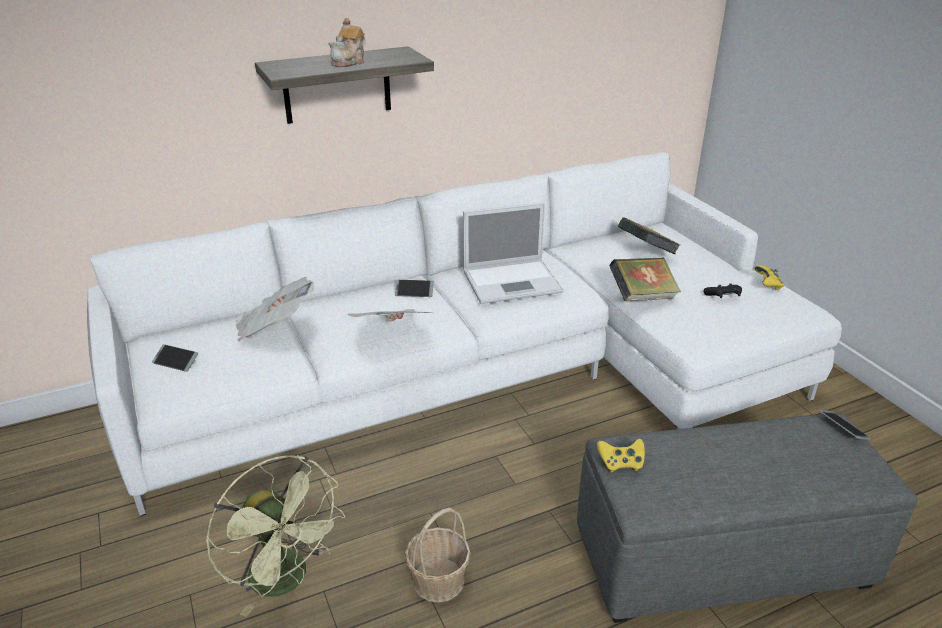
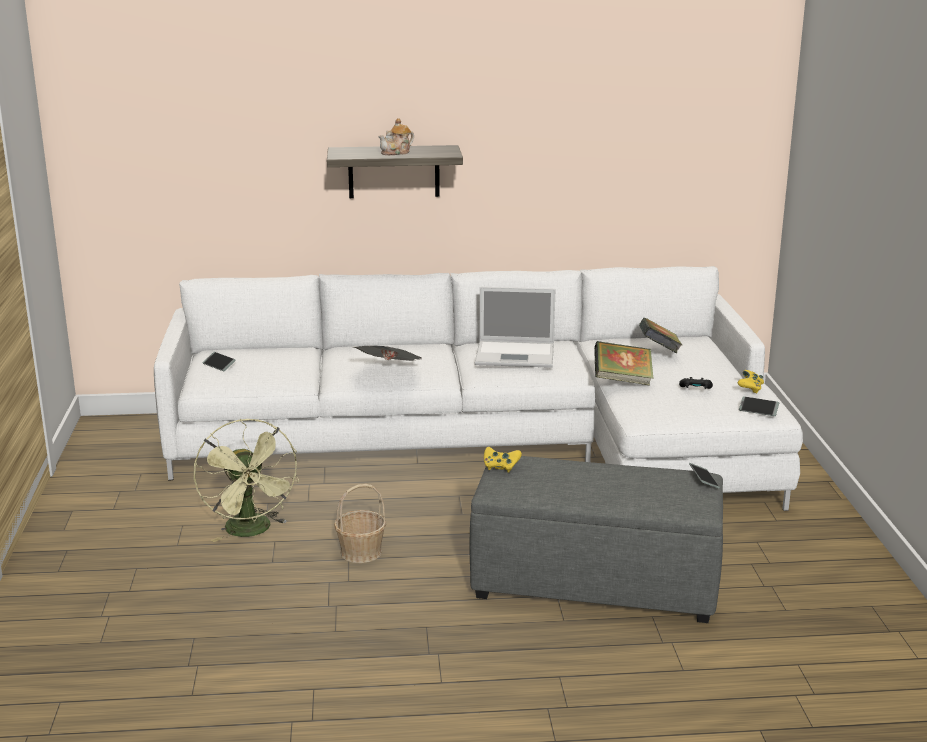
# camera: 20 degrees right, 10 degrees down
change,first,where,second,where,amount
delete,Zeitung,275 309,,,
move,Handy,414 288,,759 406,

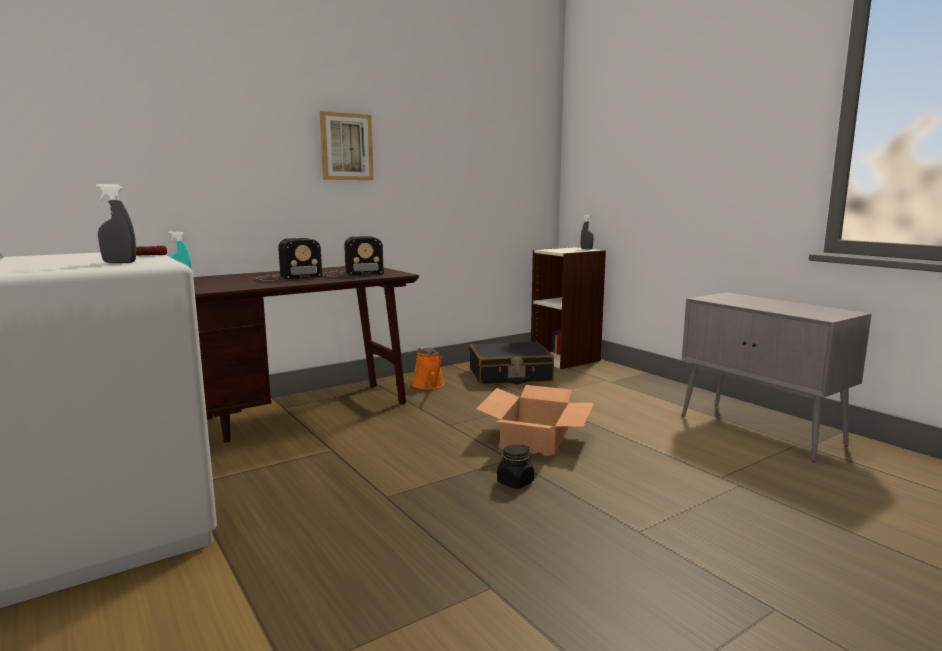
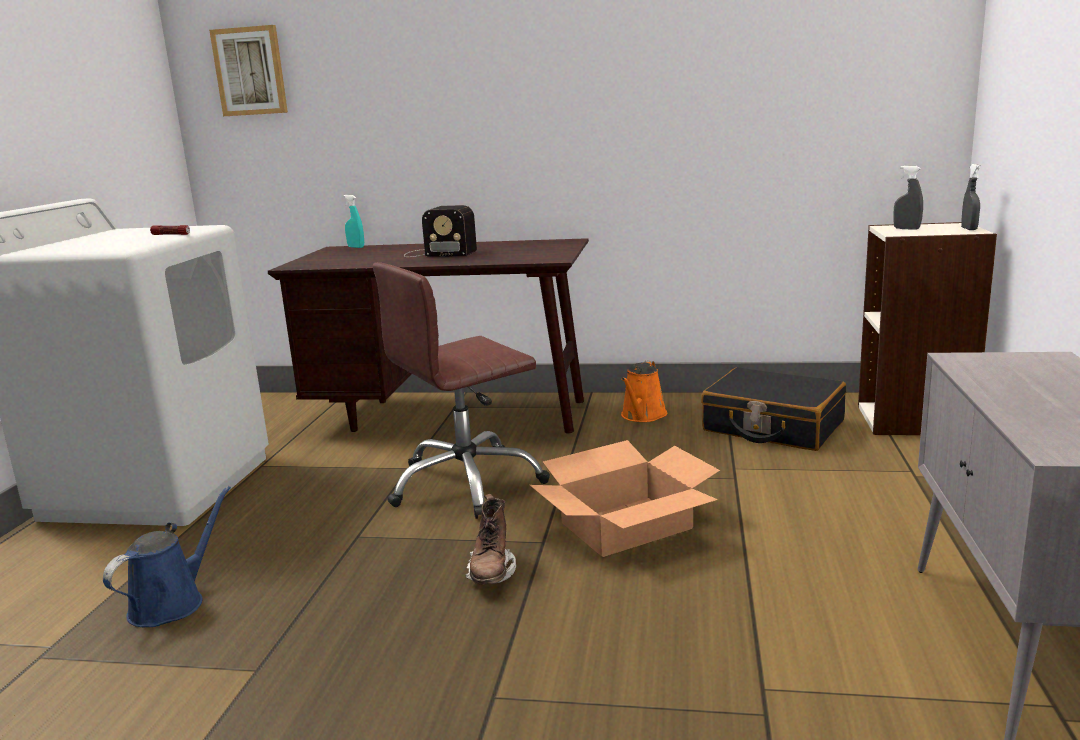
# camera: 45 degrees right, 5 degrees up
change,first,where,second,where,amount
move,Sprühflasche/grau,116 223,,908 197,
move,Bild,346 145,,248 70,
delete,Radio,353 256,,,
replace,Vorratsglas/schwarz,515 467,Stiefel/braun,490 539,
insert,,,Gießkanne/blau,167 556,
insert,,,Bürostuhl/braun,461 390,

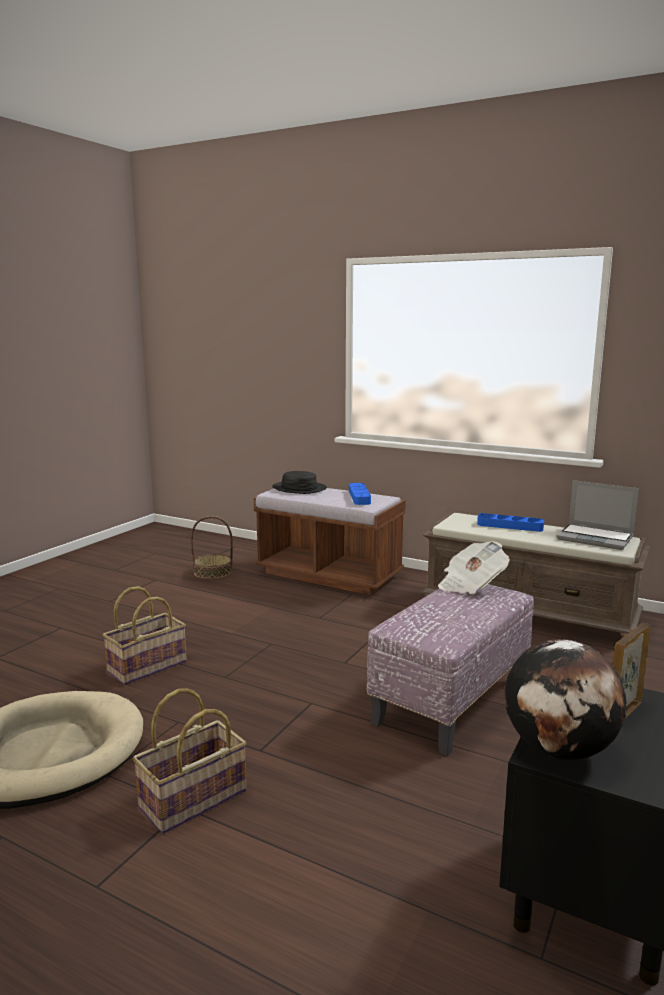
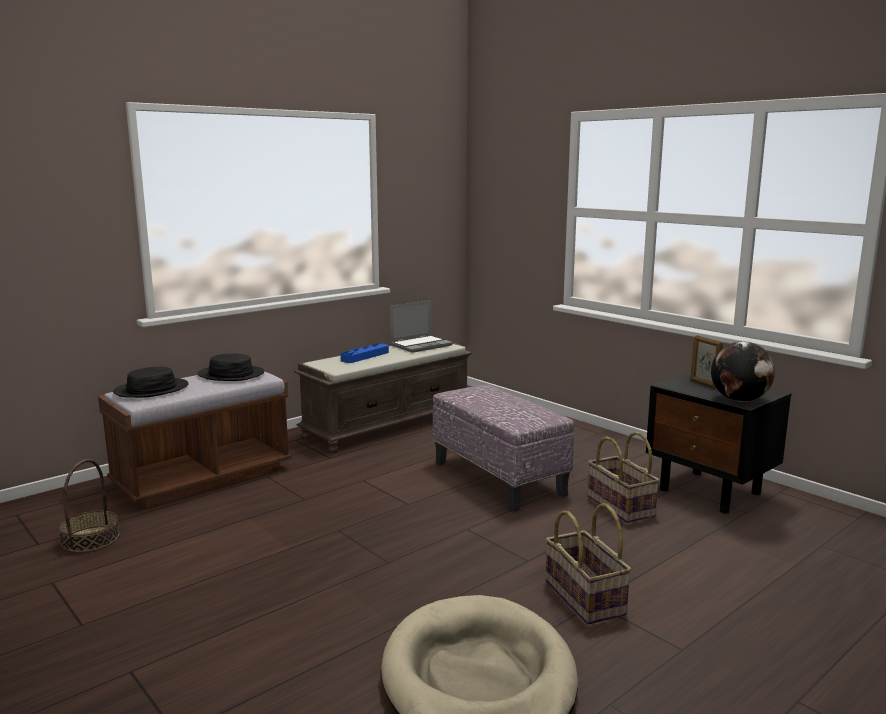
# camera: 70 degrees left, 0 degrees up
change,first,where,second,where,amount
move,Korb,145 635,,624 477,
replace,Tablett/blau,360 494,Hut/schwarz,231 367,
delete,Zeitung,473 567,,,

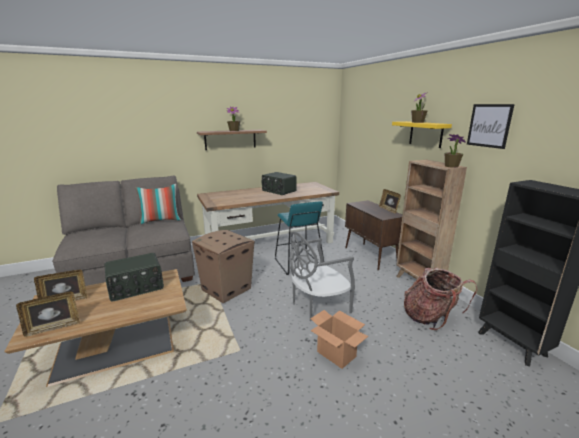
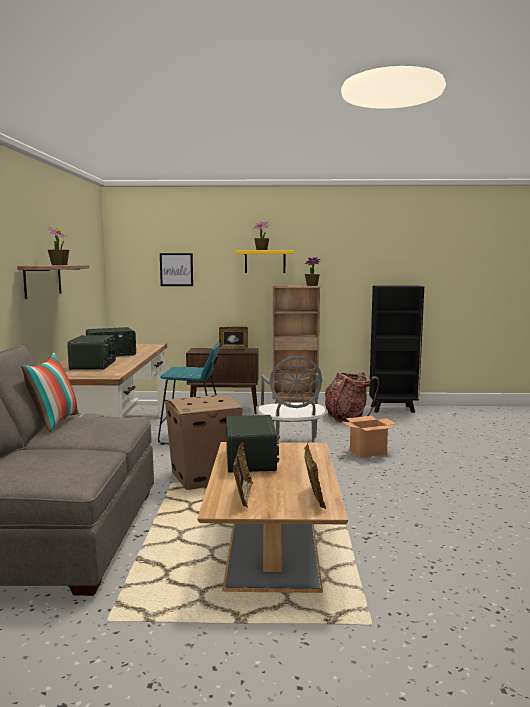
# camera: 65 degrees left, 10 degrees down
change,first,where,second,where,amount
move,Bild,491 126,,176 269,
insert,,,Radio,92 352,

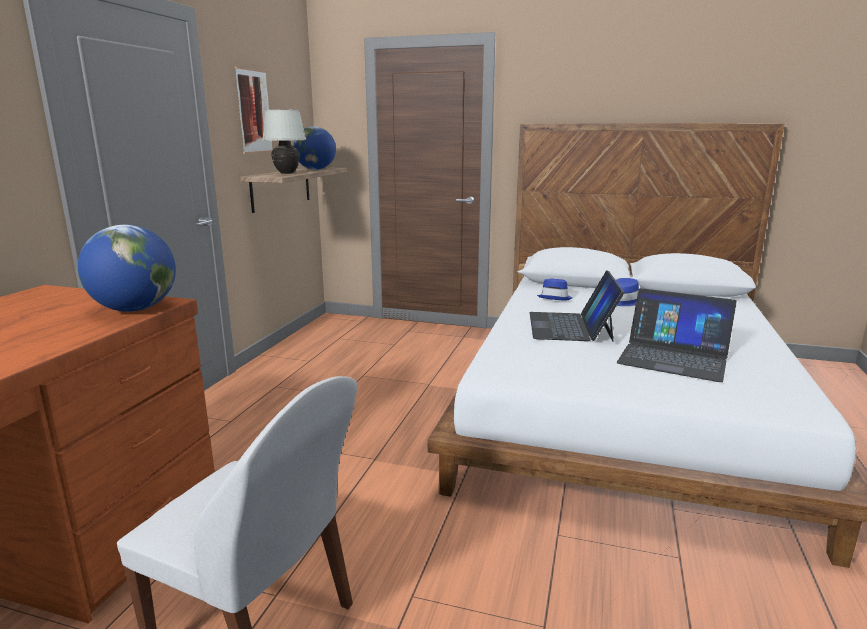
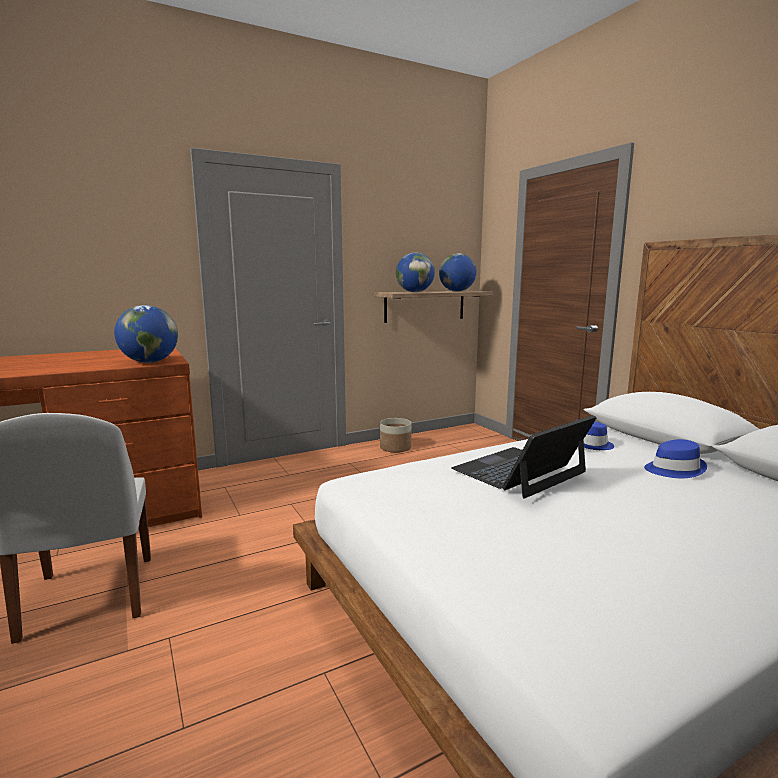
# camera: 45 degrees right, 5 degrees down
change,first,where,second,where,amount
delete,Bild,253 110,,,
replace,Tischlampe/weiß,284 141,Globus,415 272,
delete,Laptop,676 335,,,
insert,,,Pflanzkübel,396 435,

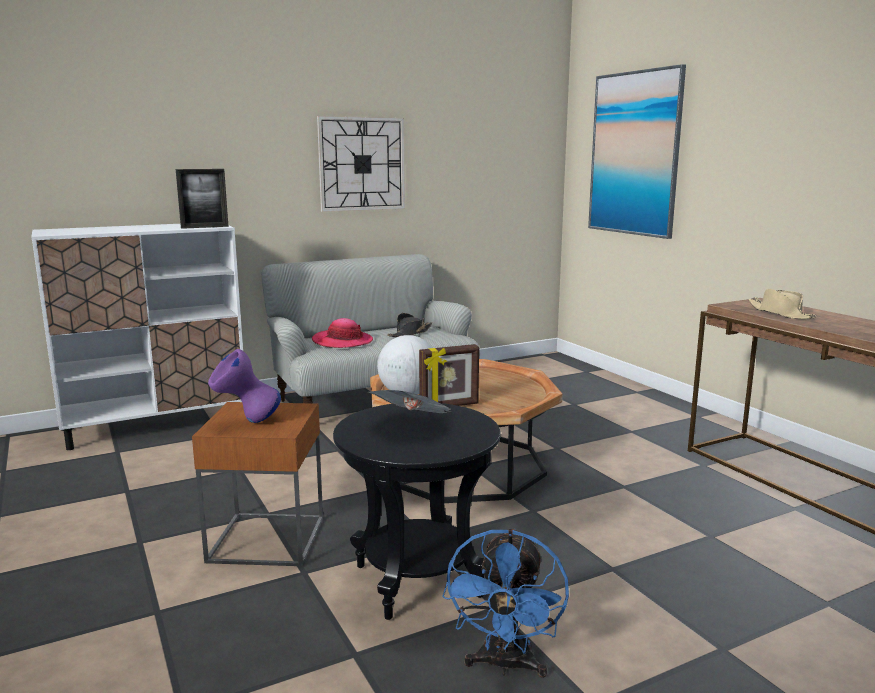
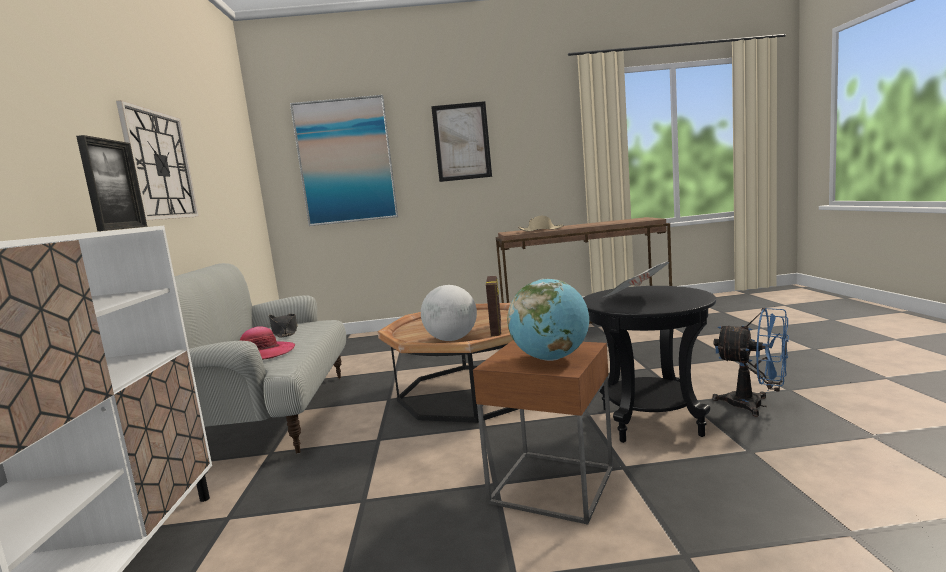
# camera: 65 degrees left, 5 degrees down
change,first,where,second,where,amount
replace,Vase/lila,244 386,Globus,548 320,
insert,,,Bild,461 141,

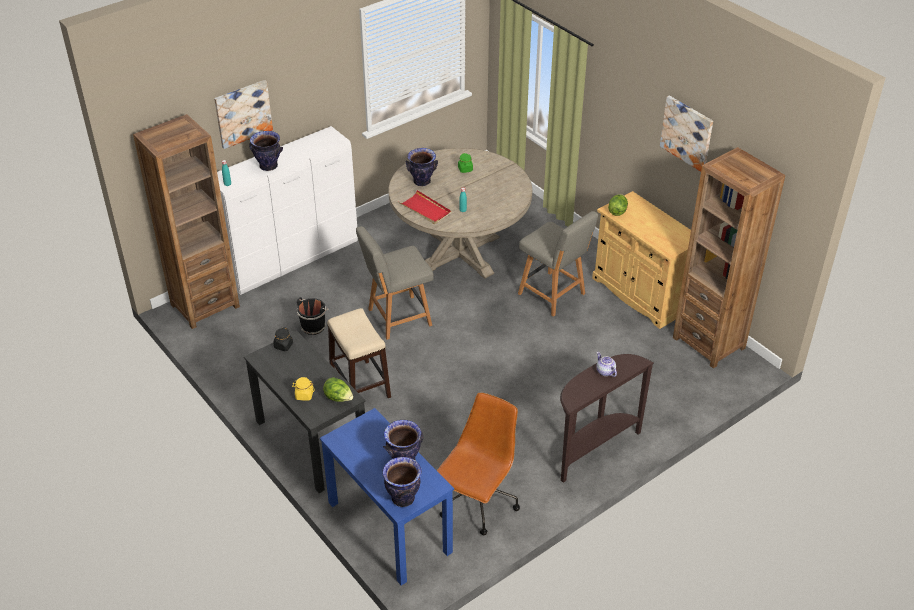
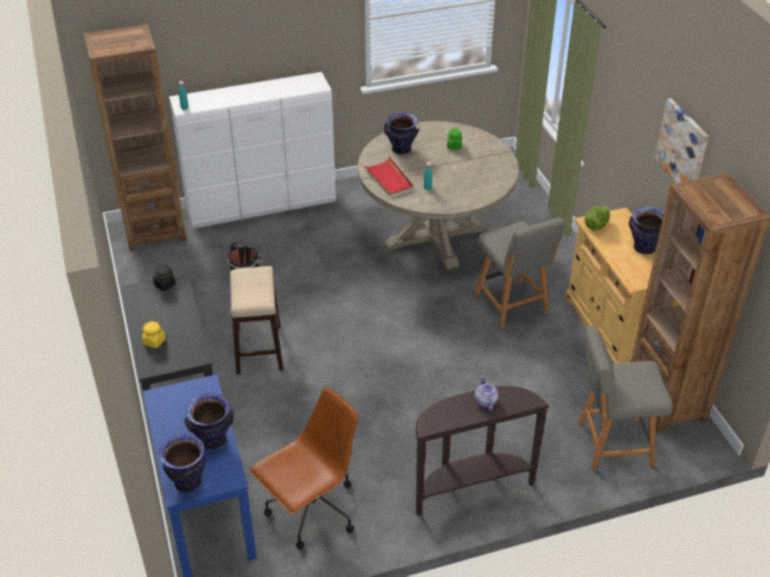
# camera: 20 degrees right, 0 degrees up
change,first,where,second,where,amount
delete,Bild,243 114,,,
move,Vase,266 151,,646 230,
delete,Salatkopf,338 389,,,
move,Stuhl/grau,395 283,,625 398,

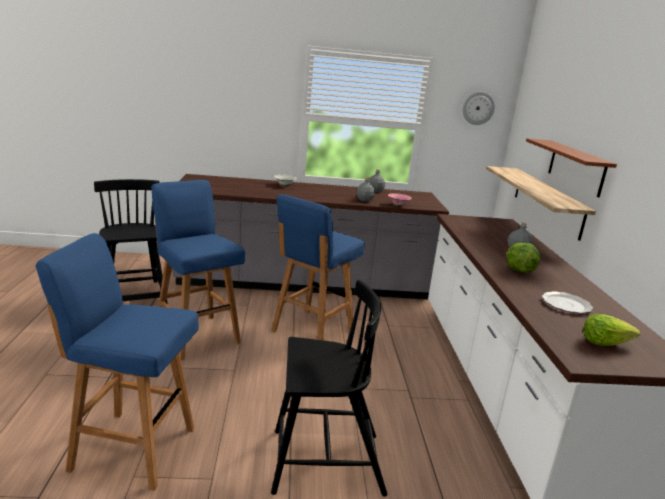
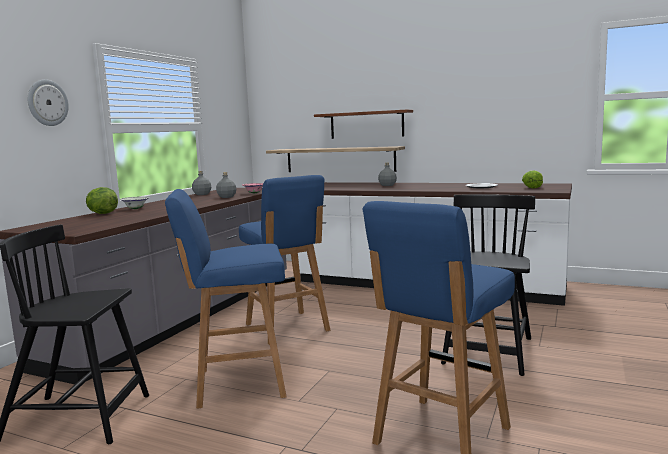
# camera: 60 degrees left, 10 degrees down
change,first,where,second,where,amount
move,Wanduhr,479 108,,48 102,
move,Salatkopf,523 257,,102 200,

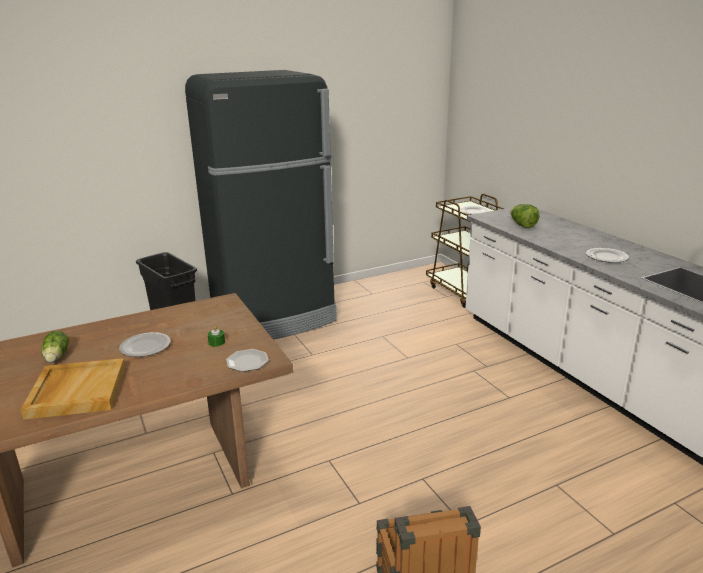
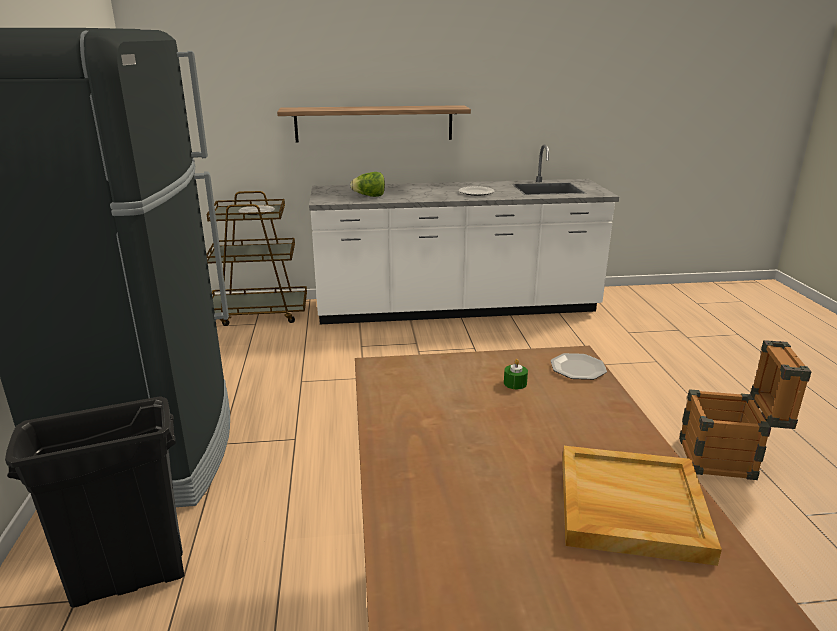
# camera: 70 degrees left, 0 degrees up
change,first,where,second,where,amount
delete,Salatkopf,55 346,,,
delete,Teller,145 344,,,
insert,,,Wandregal,374 124,

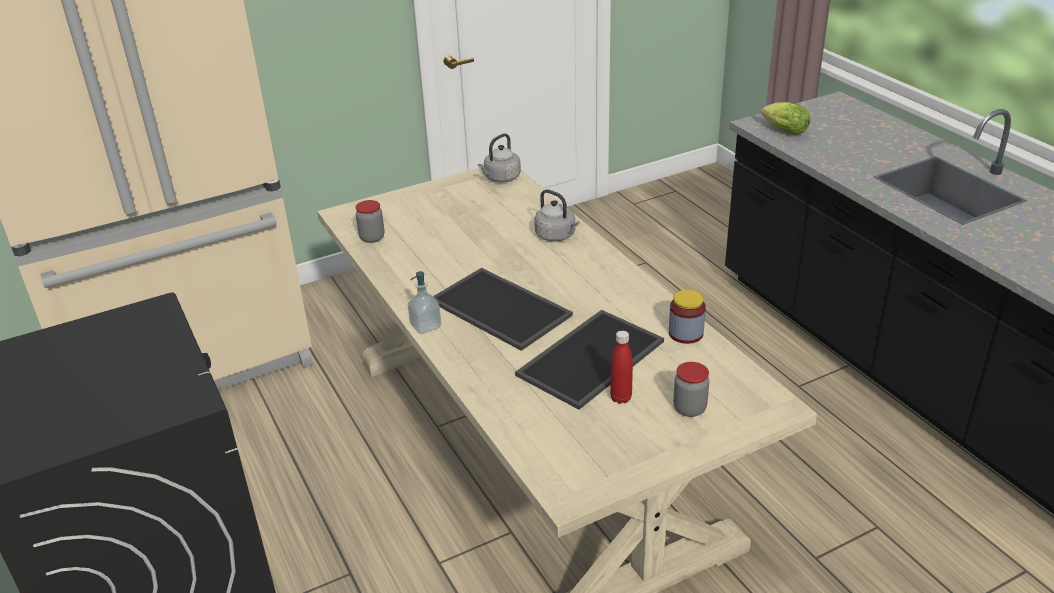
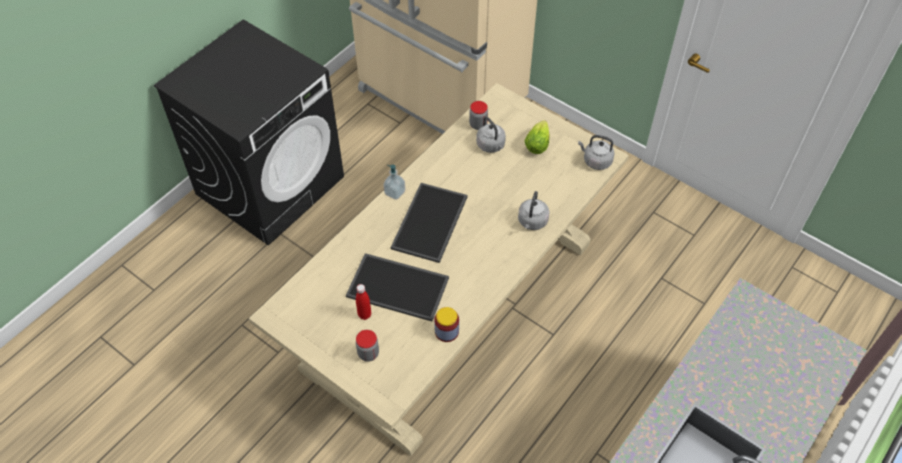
# camera: 65 degrees right, 20 degrees up
change,first,where,second,where,amount
move,Salatkopf,785 118,,537 137,
insert,,,Wasserkessel/grau,491 135,

